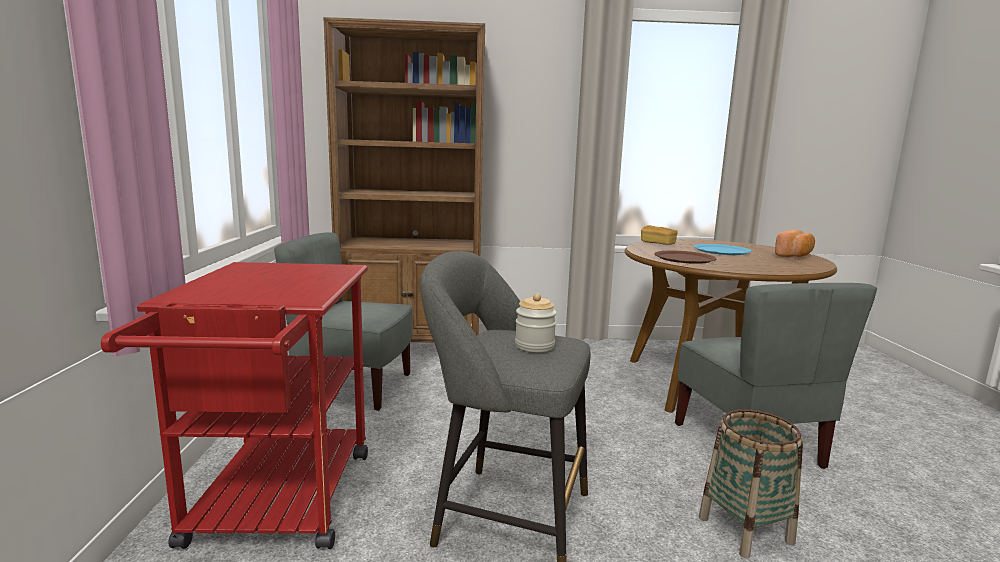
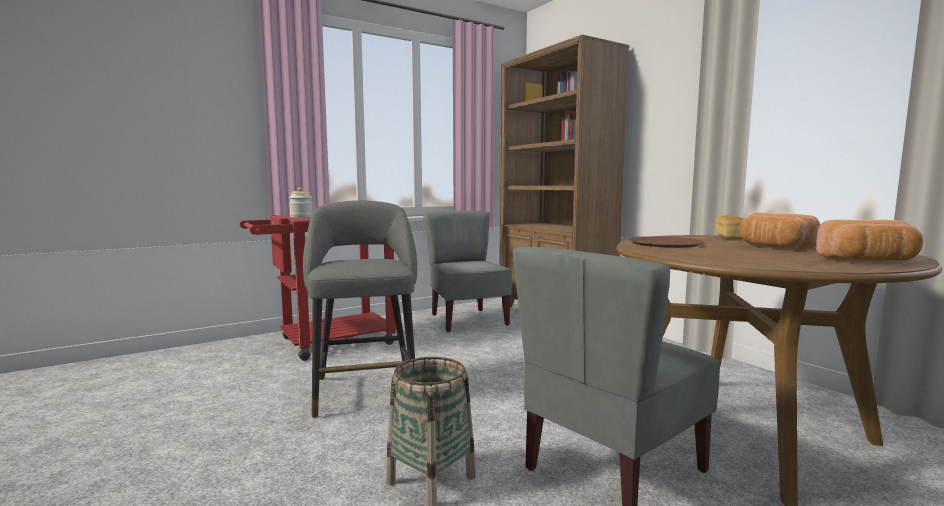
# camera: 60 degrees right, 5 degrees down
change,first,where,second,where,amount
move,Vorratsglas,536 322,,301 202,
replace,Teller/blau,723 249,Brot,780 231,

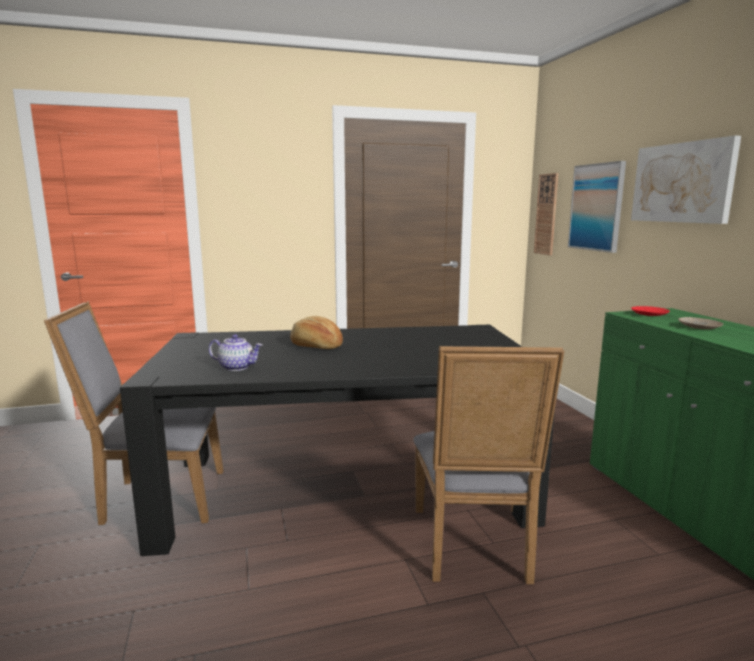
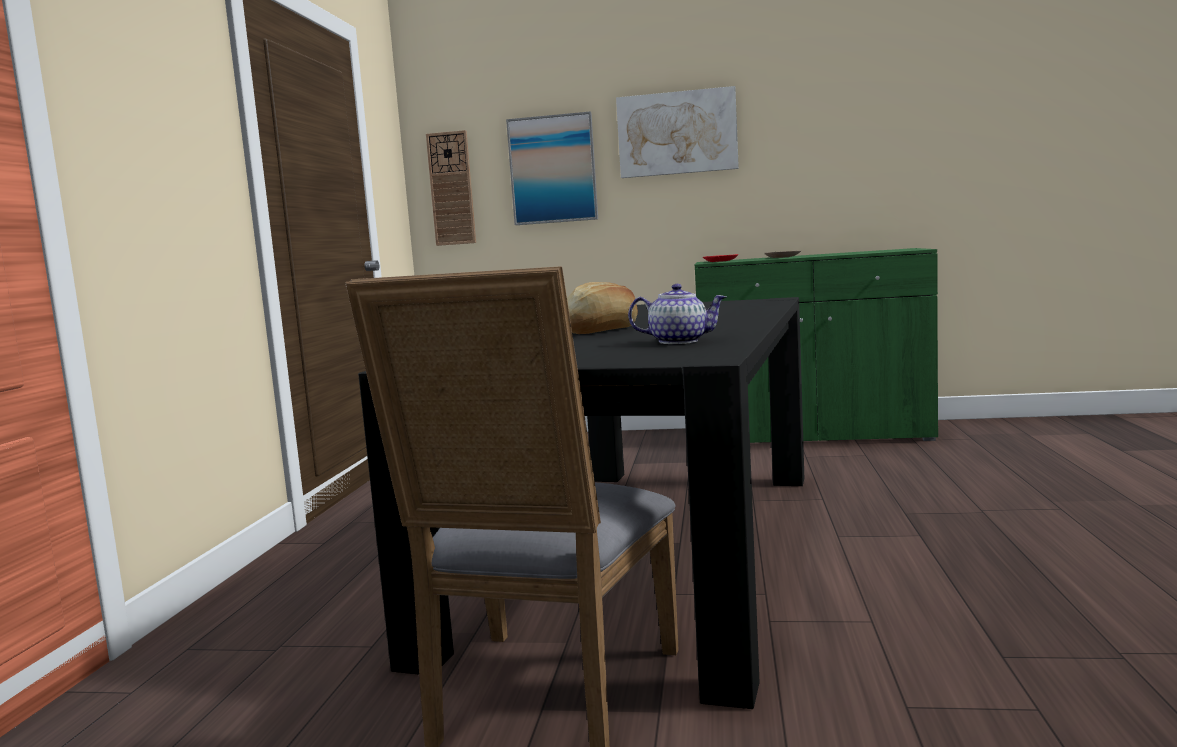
# camera: 65 degrees left, 5 degrees down
change,first,where,second,where,amount
rotate,Teekanne,235 352,,677 314,60 degrees clockwise
delete,Stuhl/grau,489 465,,,

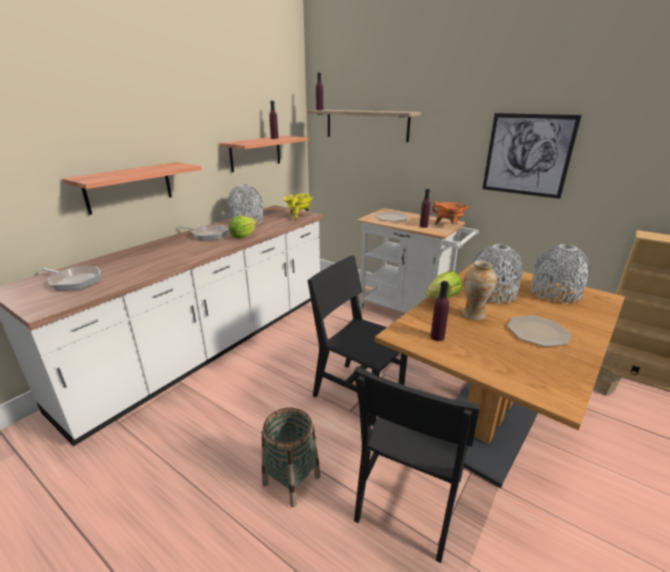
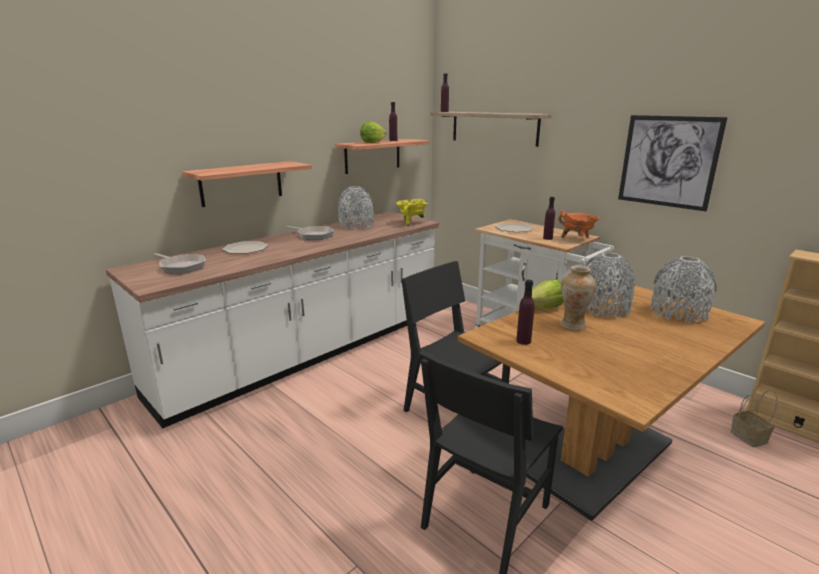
# camera: 10 degrees right, 5 degrees down
change,first,where,second,where,amount
move,Salatkopf,243 227,,373 132,
delete,Korb,291 457,,,
move,Teller,539 331,,245 247,

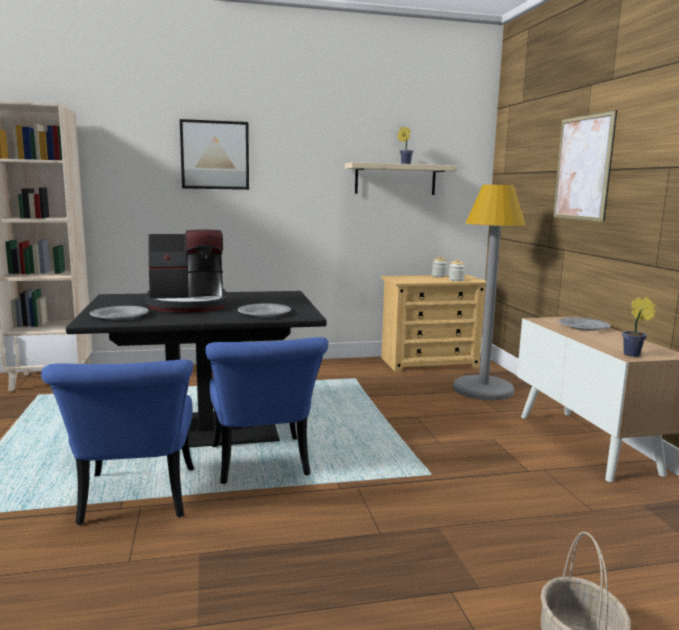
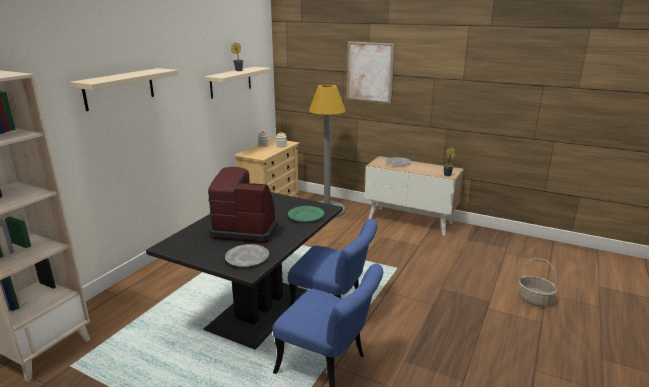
# camera: 50 degrees left, 10 degrees up
change,first,where,second,where,amount
rotate,Kaffeemaschine,186 271,,243 205,105 degrees counterclockwise
replace,Bild,214 154,Wandregal/beige,124 89,
recolor,Teller/grau,264 310,Teller/grün,306 214,

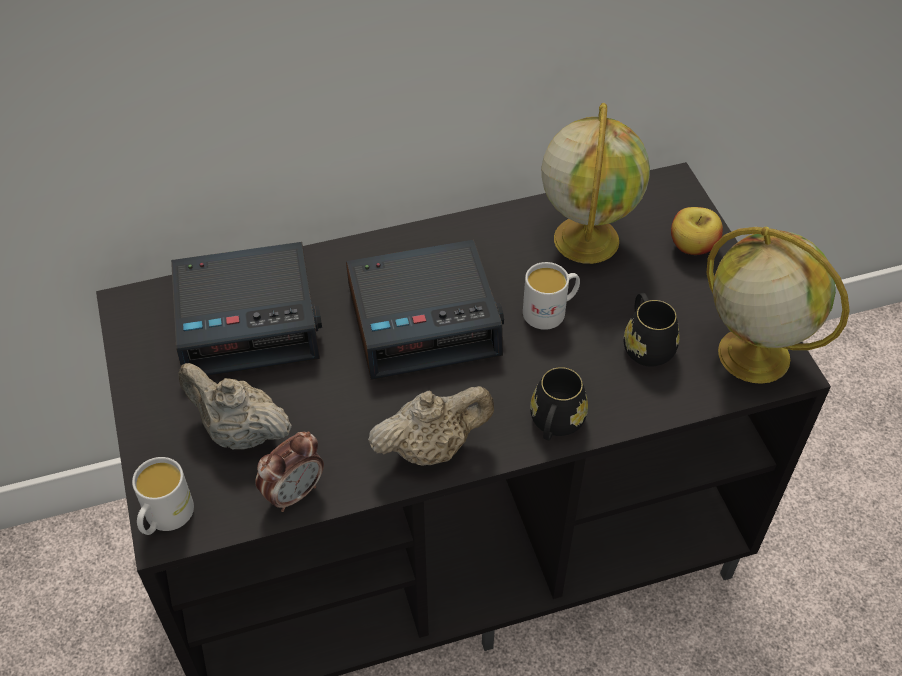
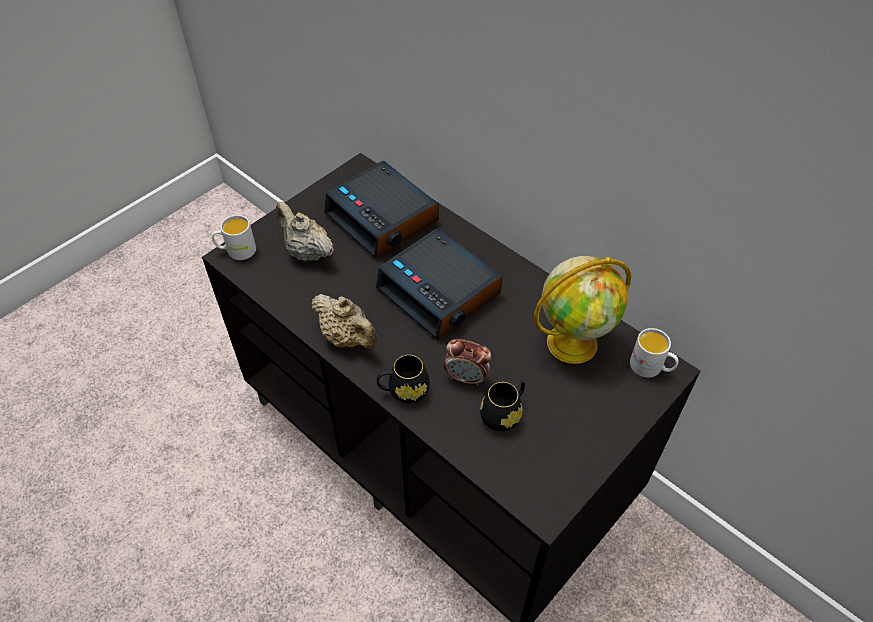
# camera: 60 degrees right, 0 degrees up
change,first,where,second,where,amount
rotate,Teekanne/beige,235 406,,305 232,45 degrees counterclockwise
move,Wecker,289 471,,467 362,
move,Henkelbecher/weiß,551 296,,654 353,
delete,Apfel,697 231,,,
delete,Globus,778 305,,,

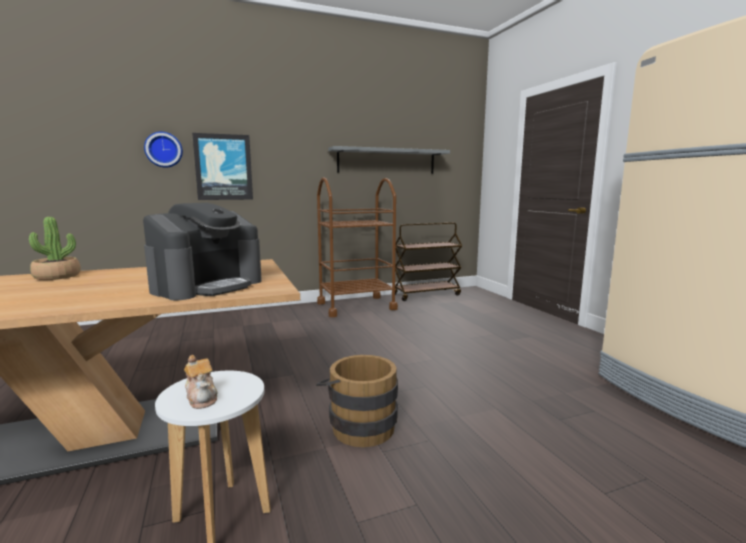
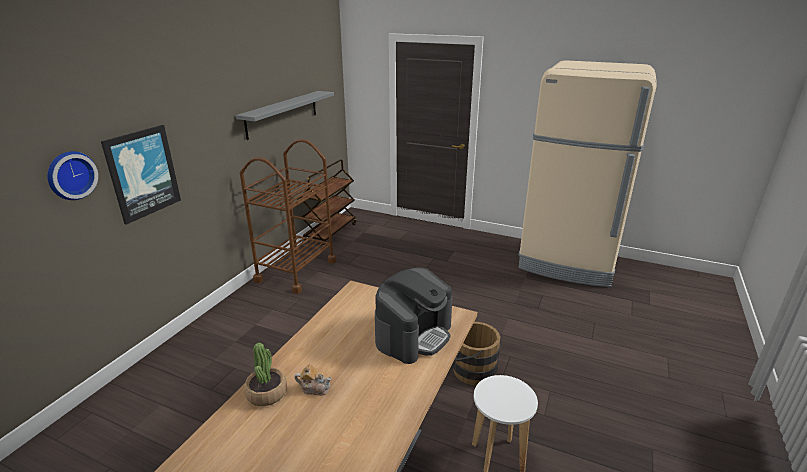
# camera: 45 degrees left, 15 degrees up
change,first,where,second,where,amount
rotate,Kaffeemaschine,202 251,,413 315,45 degrees clockwise
move,Teekanne,200 382,,313 380,

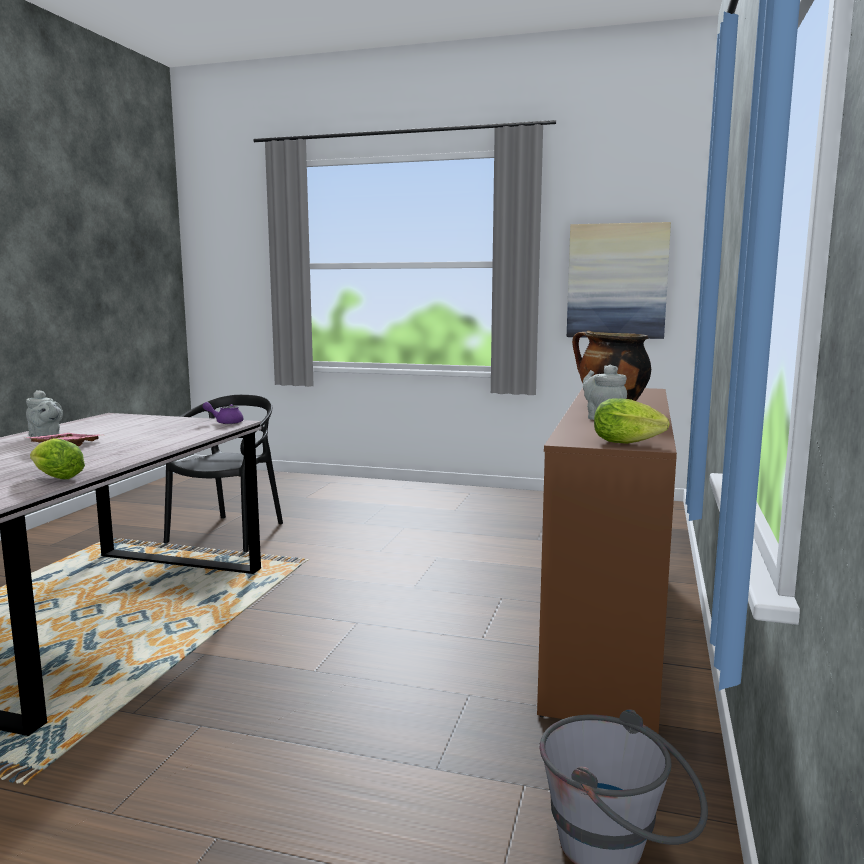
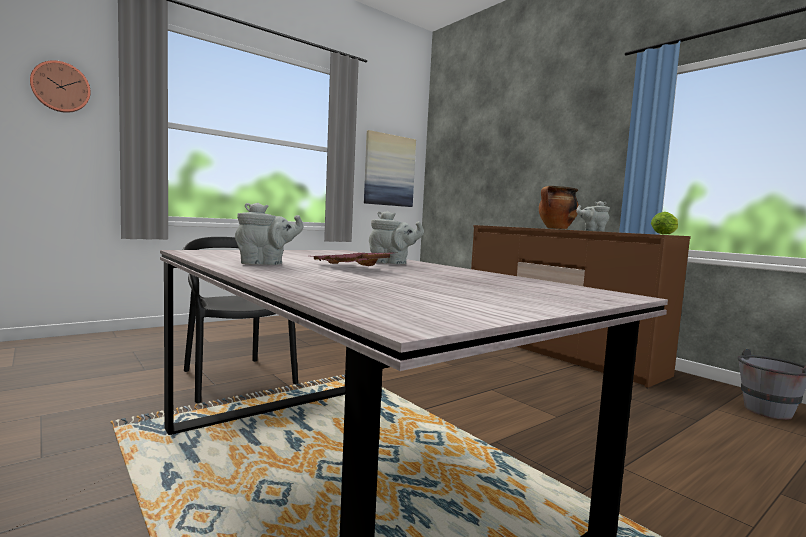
# camera: 55 degrees left, 5 degrees down
change,first,where,second,where,amount
delete,Salatkopf,57 458,,,
delete,Teekanne/lila,222 413,,,
insert,,,Wanduhr,60 86,
insert,,,Teekanne/grau,396 237,

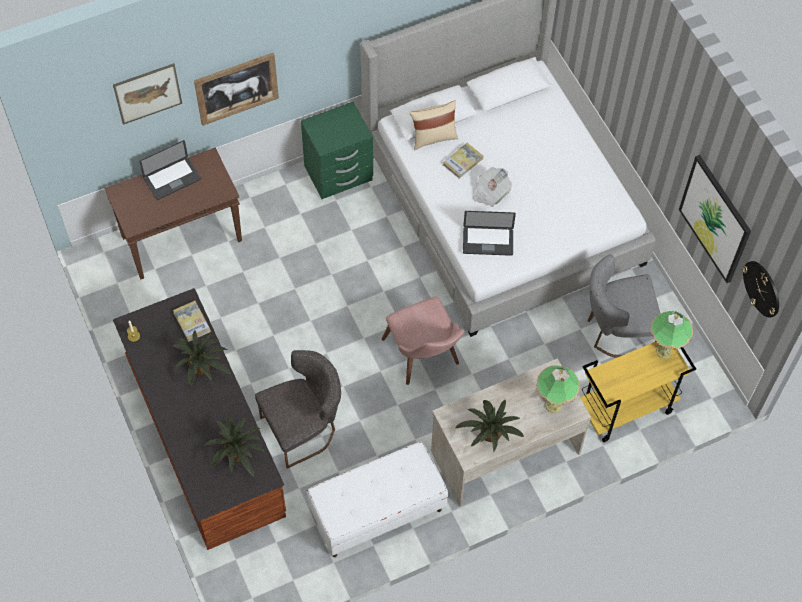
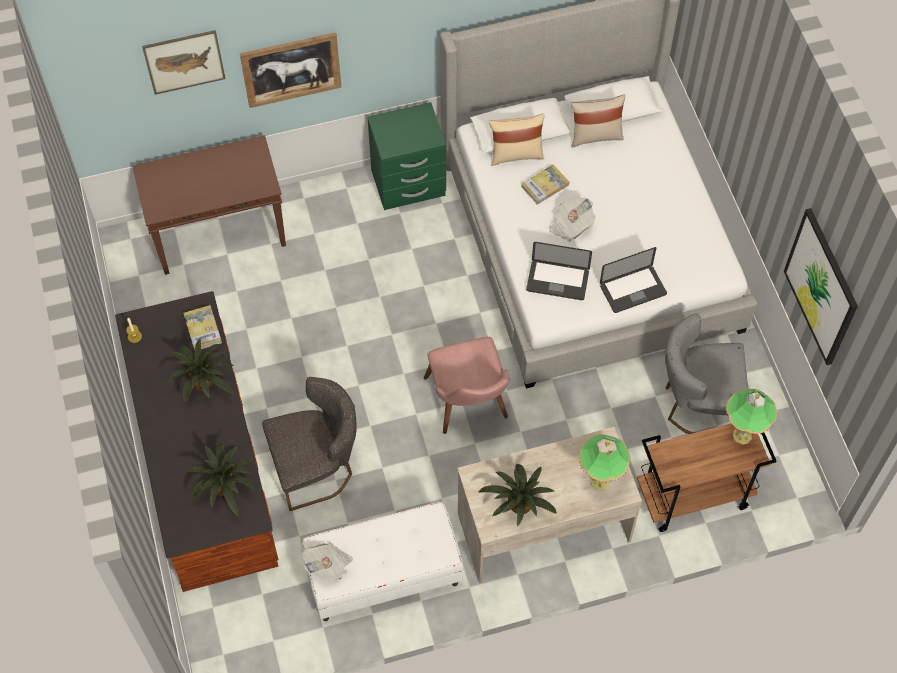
# camera: 10 degrees right, 0 degrees up
change,first,where,second,where,amount
move,Laptop,170 170,,633 280,
recolor,Rollwagen/gelb,638 391,Rollwagen/braun,707 477,
delete,Wanduhr,760 289,,,
insert,,,Zeitung,327 561,
insert,,,Kissen/beige,597 121,

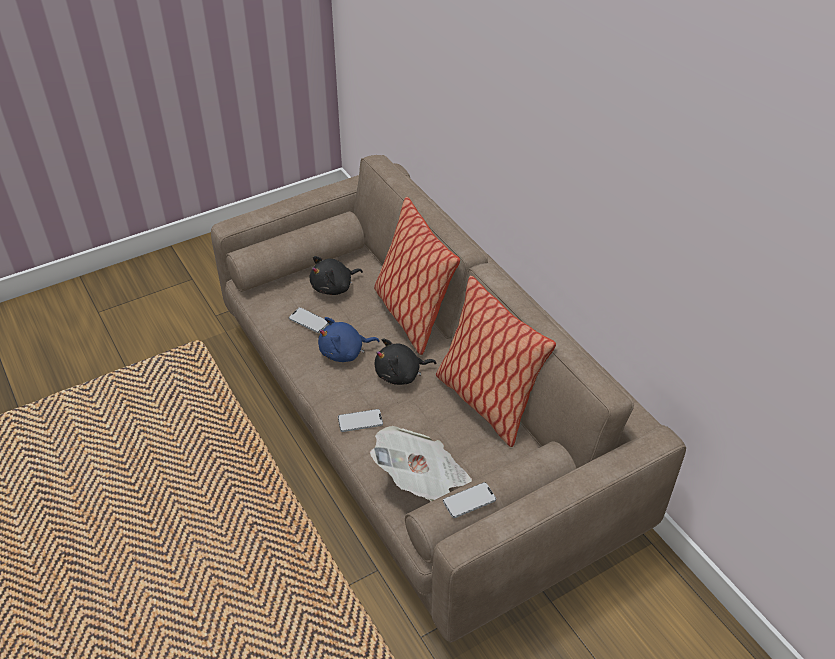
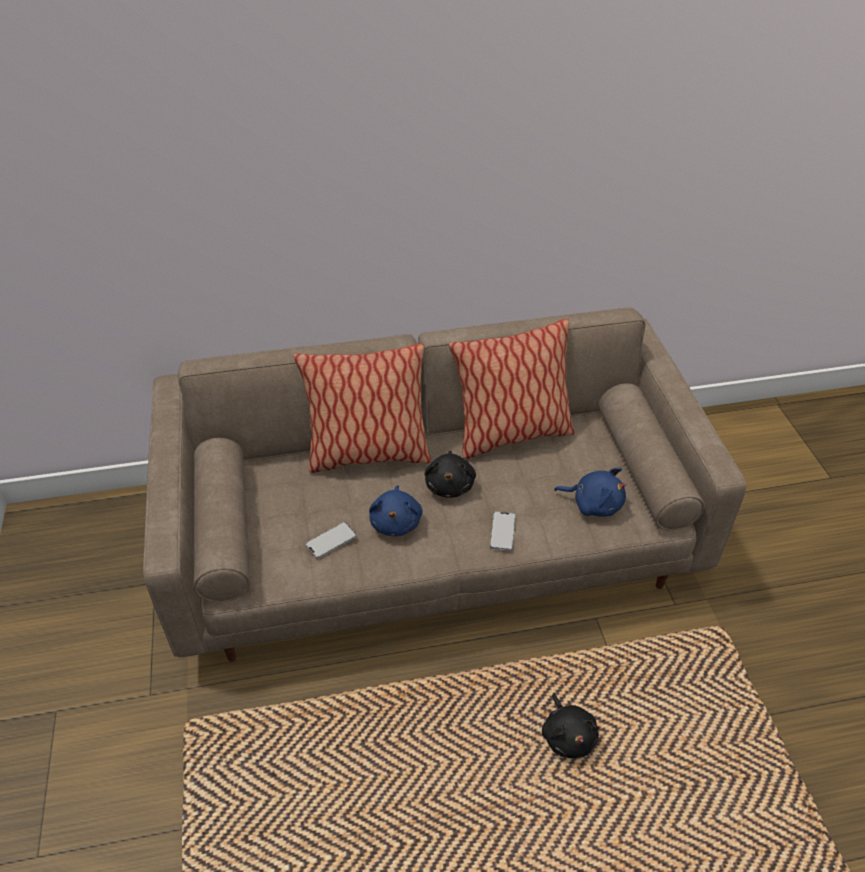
# camera: 70 degrees left, 0 degrees up
change,first,where,second,where,amount
move,Plüschtier/schwarz,336 275,,570 726,
replace,Zeitung,421 463,Plüschtier/blau,590 492,
delete,Handy,469 500,,,

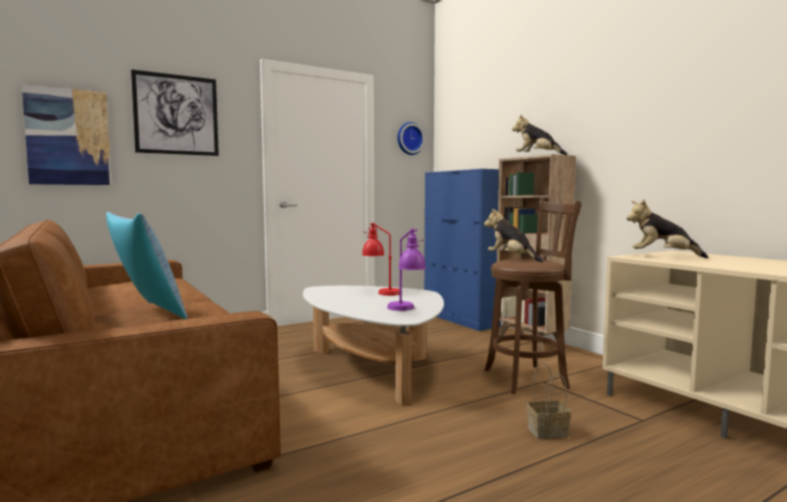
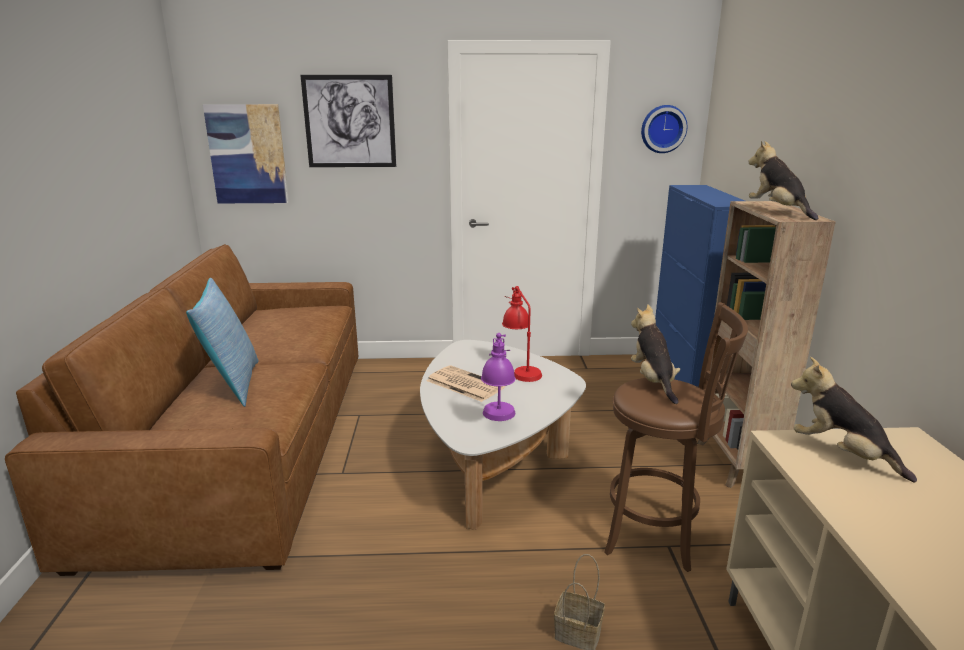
# camera: 30 degrees right, 15 degrees up
change,first,where,second,where,amount
insert,,,Zeitung,466 383,

